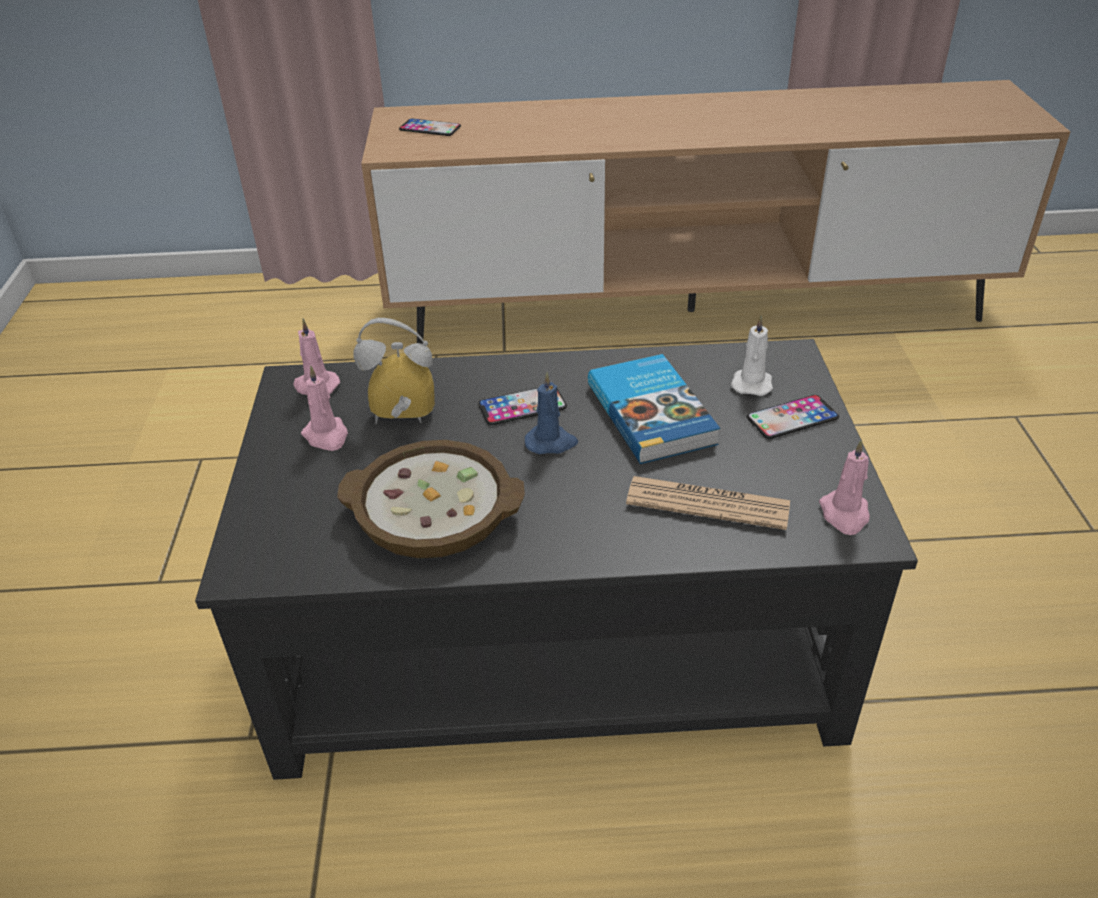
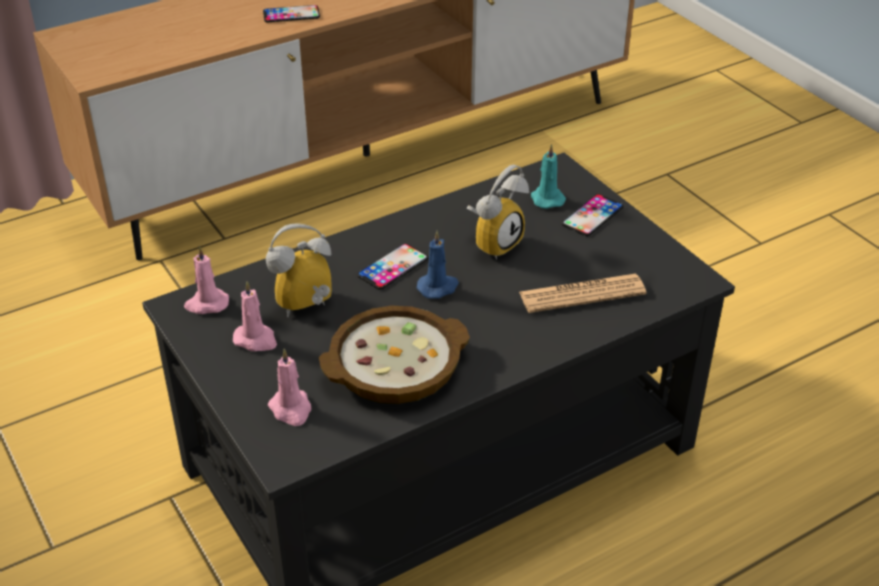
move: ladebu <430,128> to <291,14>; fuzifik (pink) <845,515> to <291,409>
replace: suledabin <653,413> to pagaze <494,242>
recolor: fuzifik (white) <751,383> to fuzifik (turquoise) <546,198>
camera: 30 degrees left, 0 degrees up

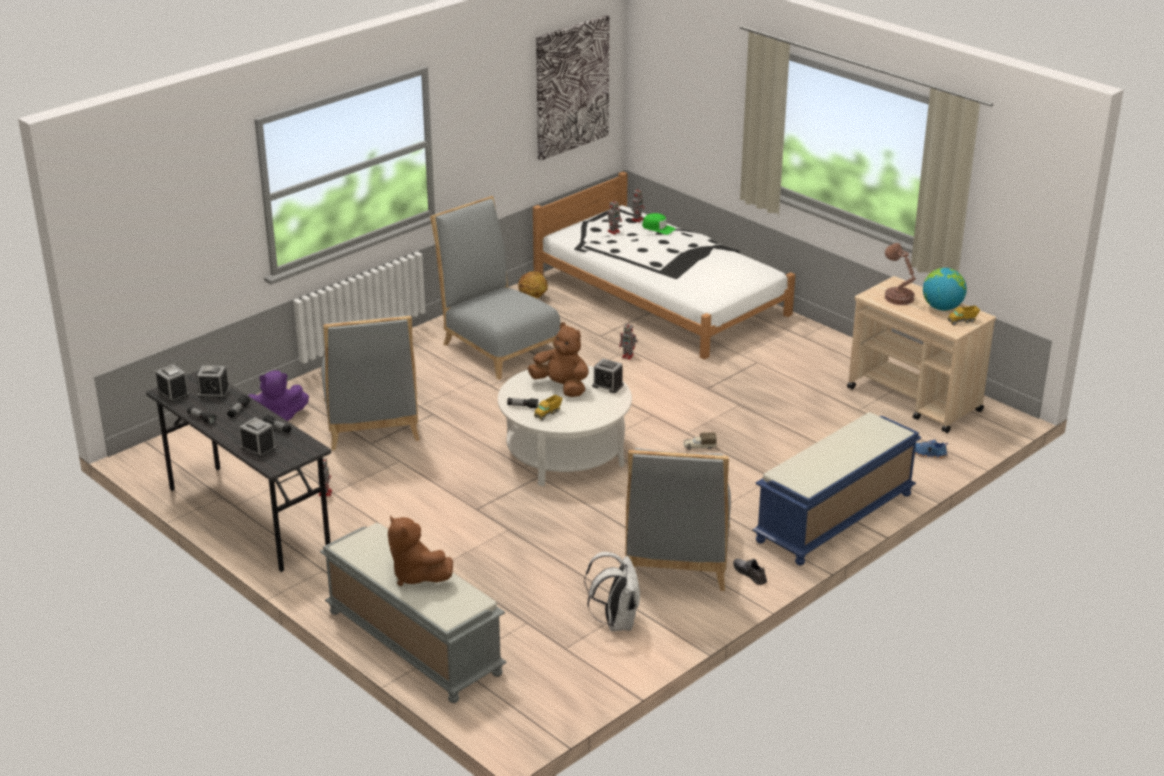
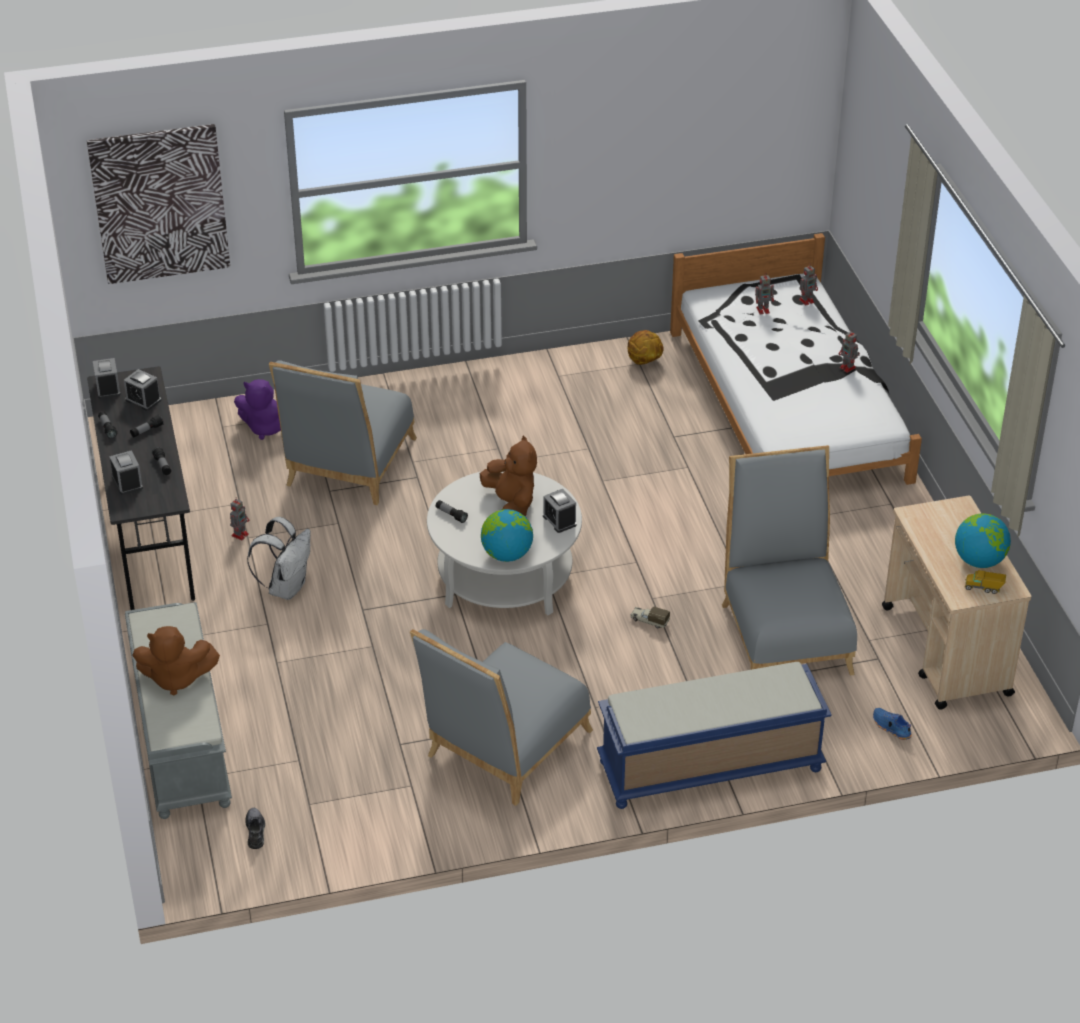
delete: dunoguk <548,414>; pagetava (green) <658,228>; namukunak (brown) <897,297>
insert: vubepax <507,554>
move: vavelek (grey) <497,345> to <784,631>; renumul <571,87> to <160,203>; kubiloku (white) <616,622> to <286,587>; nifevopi <628,356> to <848,368>; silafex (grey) <750,574> to <255,831>
rotate: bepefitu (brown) <416,575> = <176,678> 75 degrees counterclockwise
camera: 30 degrees right, 10 degrees up

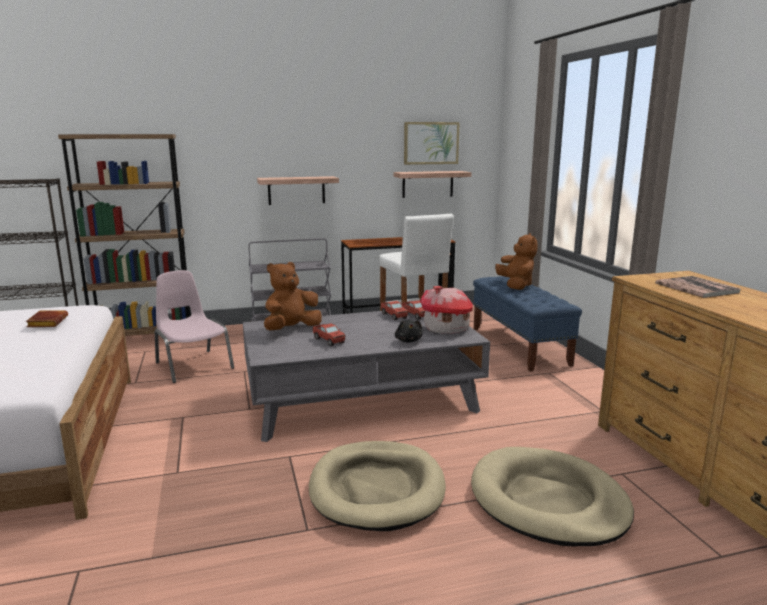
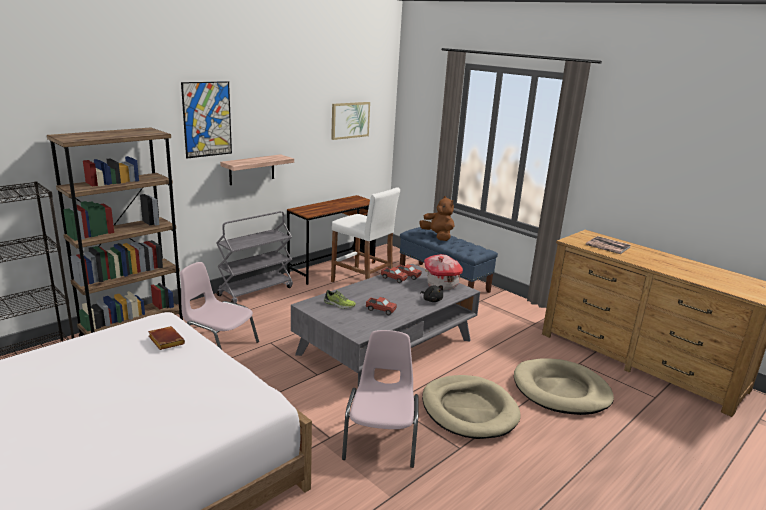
delete: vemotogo <427,184>
insert: renumul <207,119>; vavelek (pink) <381,439>
replace: bepefitu (brown) <291,329> to silafex <339,304>
camera: 30 degrees left, 5 degrees up

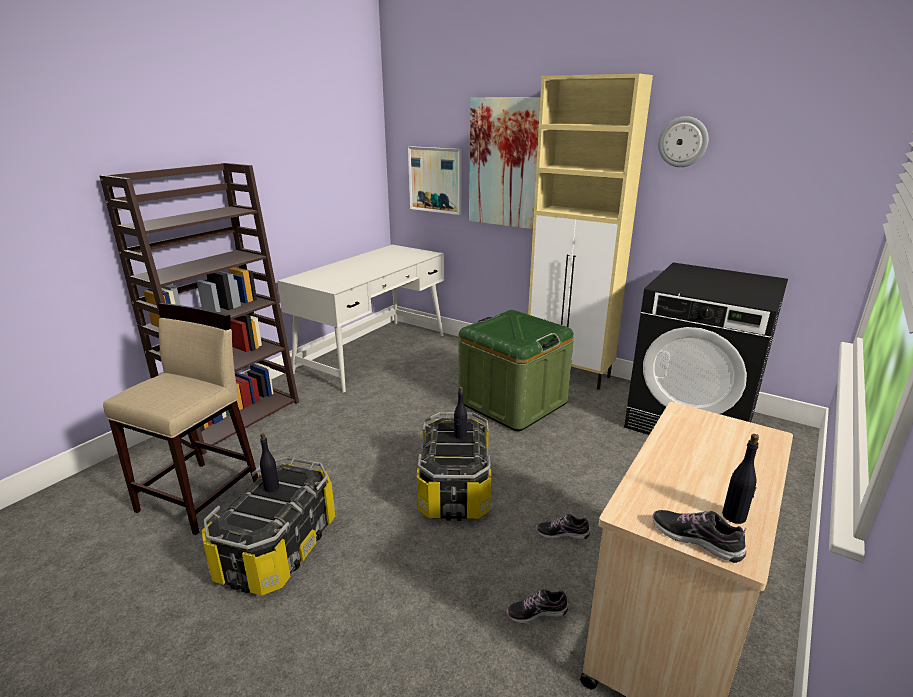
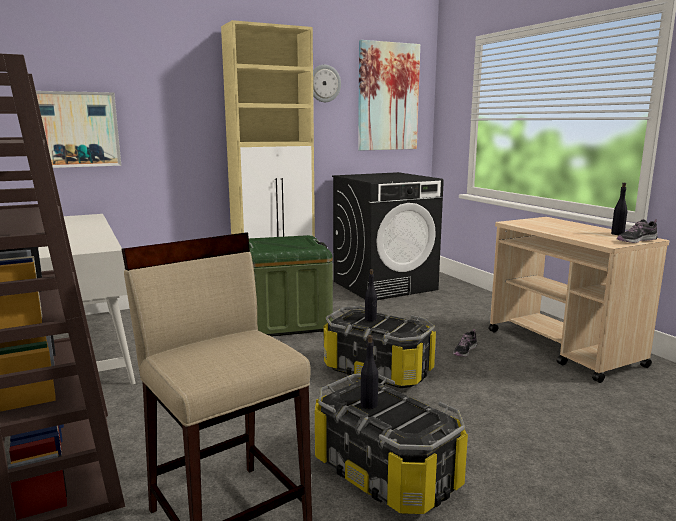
delete: silafex <536,612>
move: renumul <505,163> to <388,97>
camera: 60 degrees left, 10 degrees down

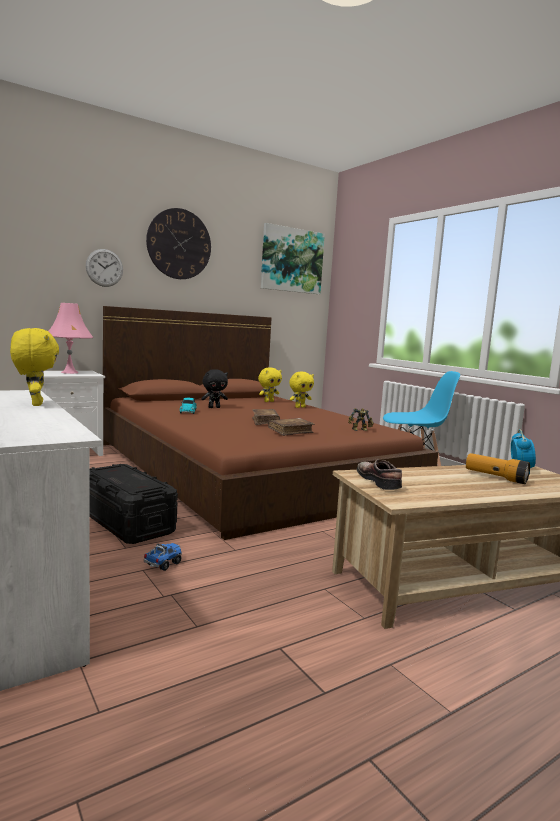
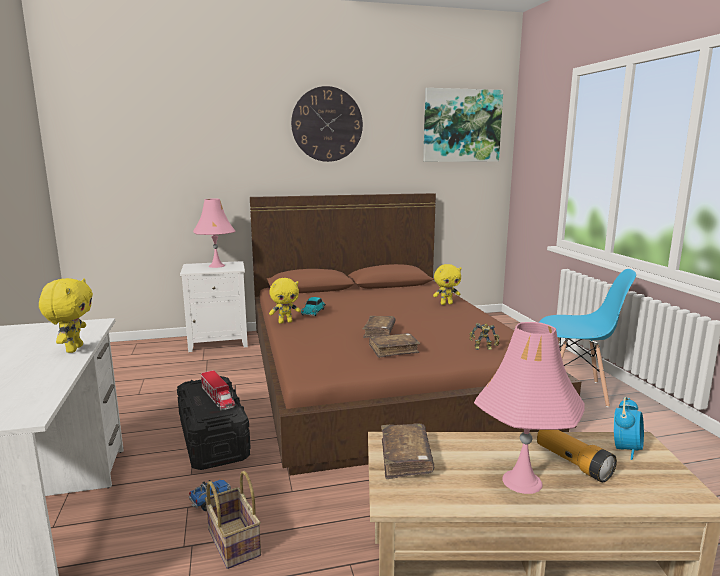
delete: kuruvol <104,268>; bepefitu (black) <214,407>
insert: dunoguk <218,398>; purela <232,542>; namukunak (pink) <521,481>
move: bepefitu (yellow) <268,401> to <285,322>
replace: silafex <380,481> to suledabin (brown) <405,458>
camera: 20 degrees right, 5 degrees up

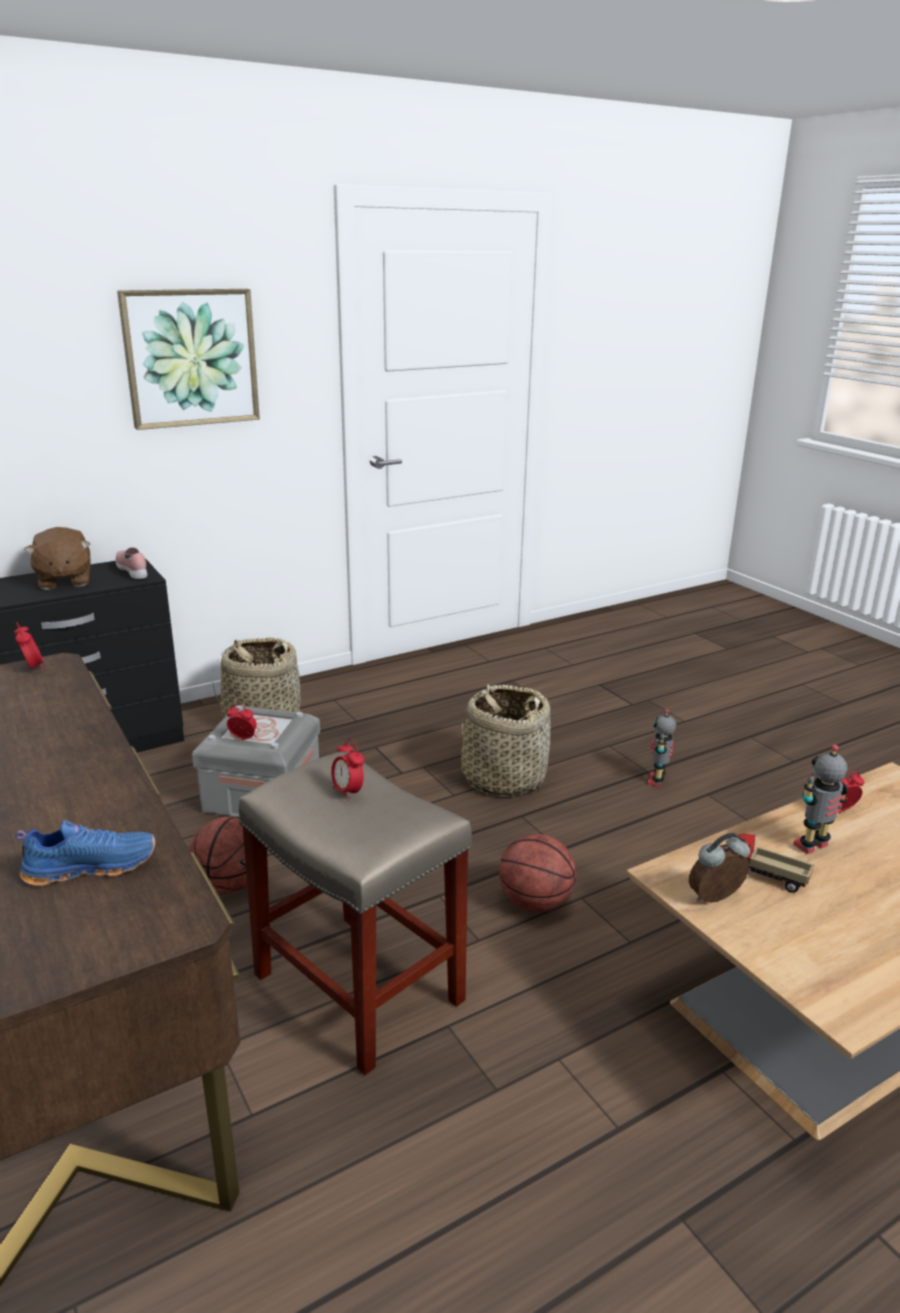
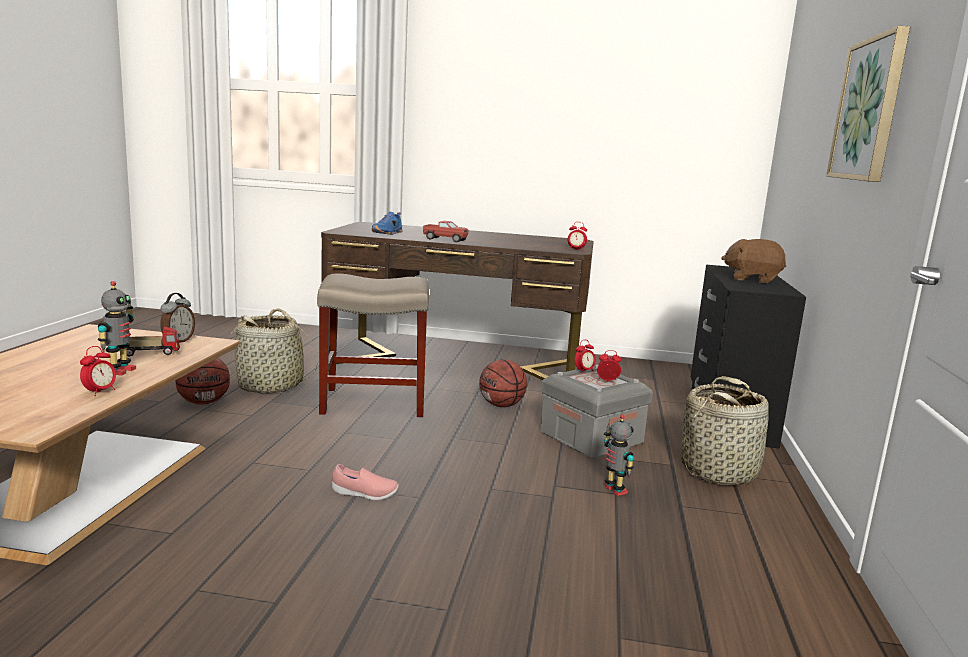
insert: dunoguk <445,240>
move: silafex (pink) <133,572> to <364,494>; pagaze <348,792> to <607,381>; purela <503,777> to <271,385>; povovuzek <535,903> to <204,402>; nifevopi <657,781> to <614,490>
camera: 130 degrees right, 10 degrees down

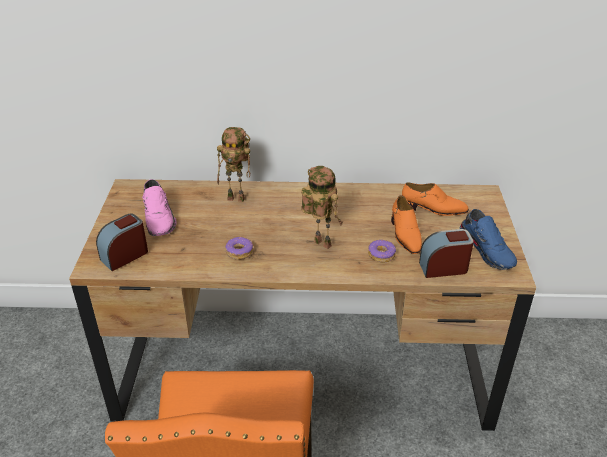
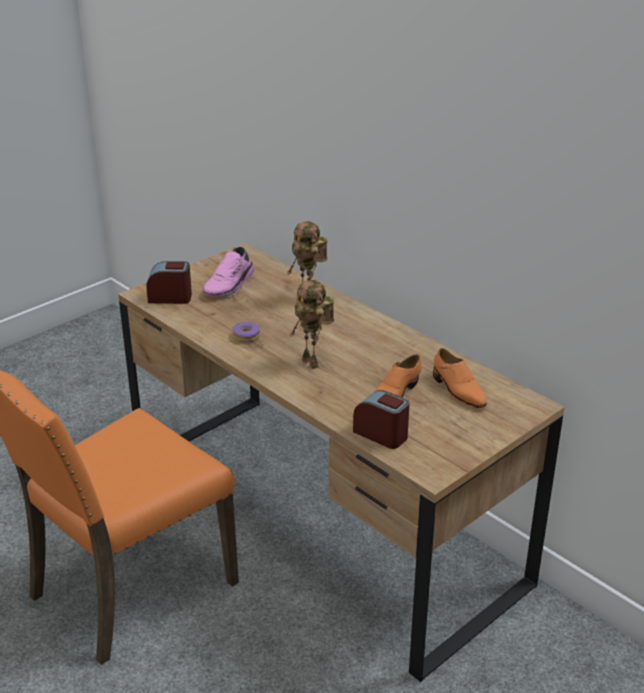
delete: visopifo <381,255>; silafex (blue) <488,249>
rotate: nifevopi <320,244> = <313,363> 150 degrees clockwise
camera: 45 degrees right, 5 degrees down

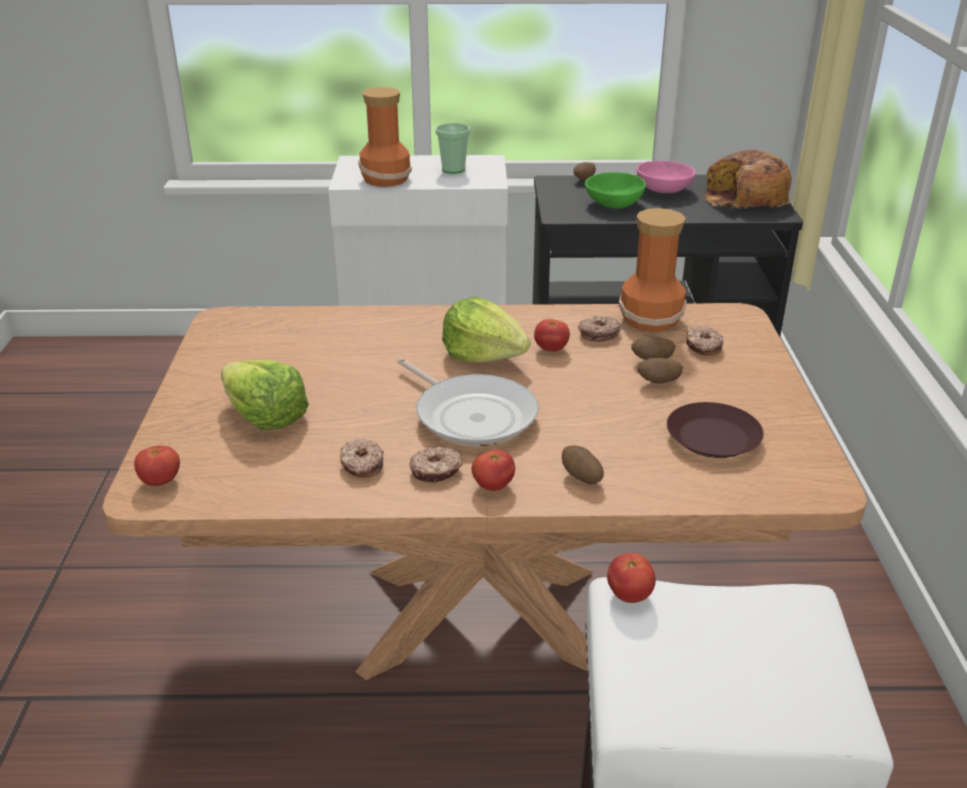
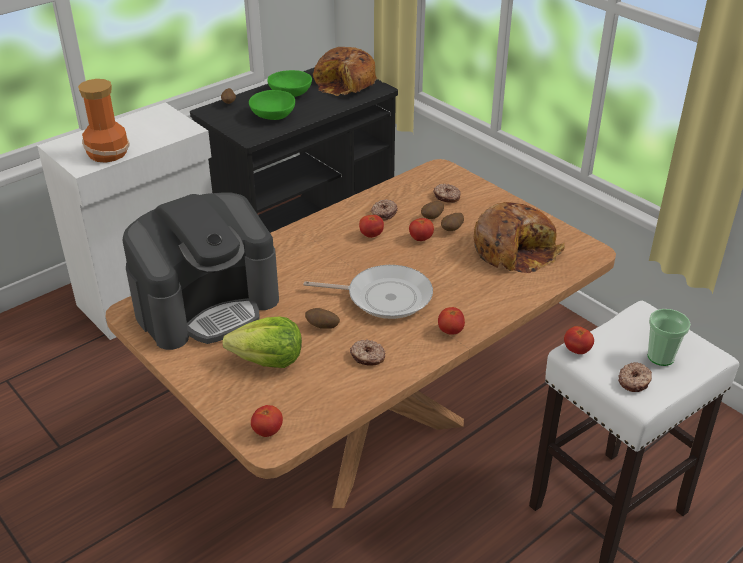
delete: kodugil <483,354>; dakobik <651,318>
insert: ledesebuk <207,305>; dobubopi <421,239>
move: visopifo <436,471> to <634,381>; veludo <453,169> to <660,357>; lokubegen <581,478> to <322,327>
replace: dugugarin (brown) <712,437> to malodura <515,249>
recolor: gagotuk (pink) <664,190> to gagotuk (green) <291,93>
camera: 40 degrees left, 5 degrees up

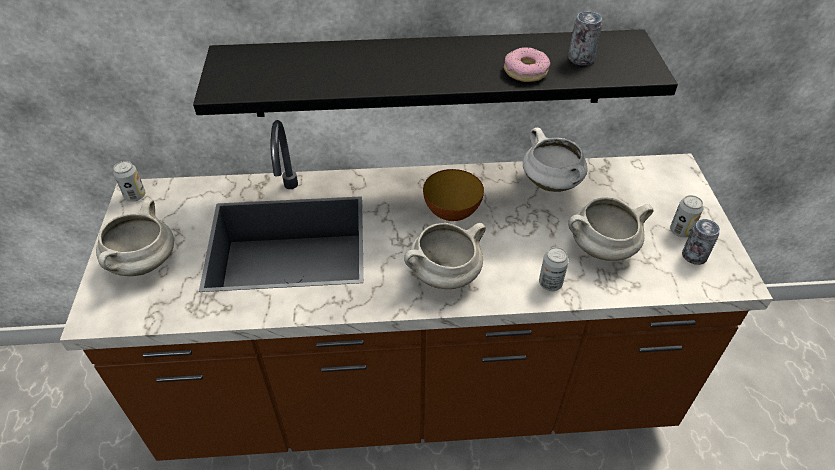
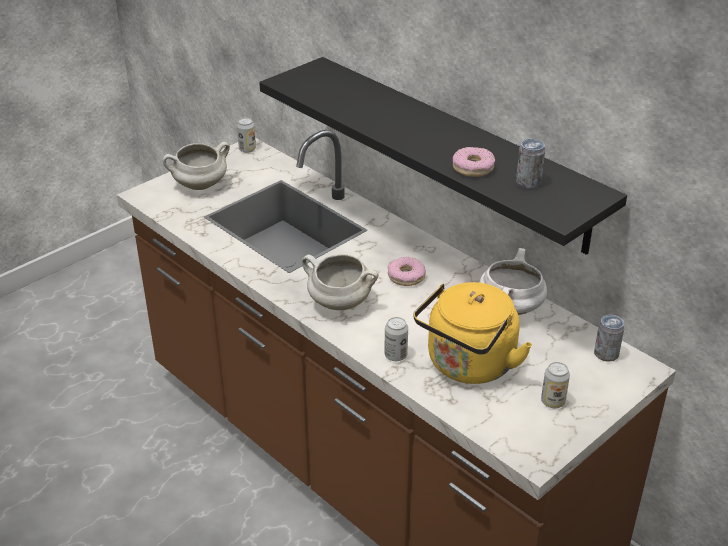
move: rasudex <694,256> to <606,354>
replace: gagotuk <452,213> to visopifo <406,276>; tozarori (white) <601,249> to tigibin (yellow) <468,366>
camera: 50 degrees right, 10 degrees down

